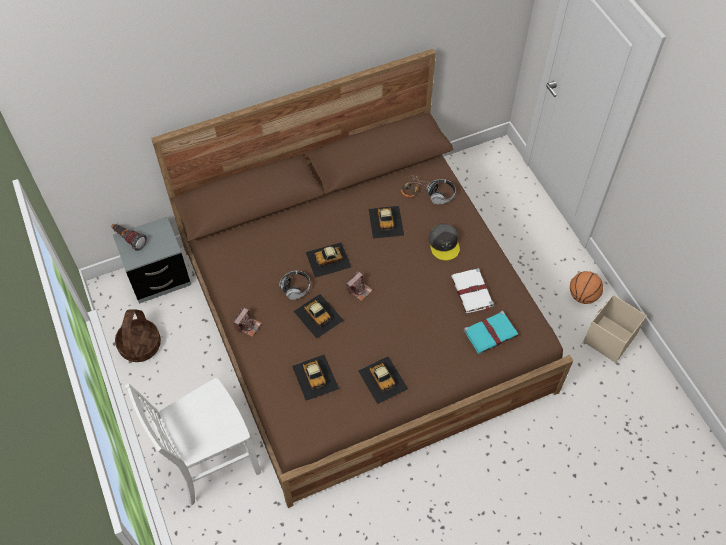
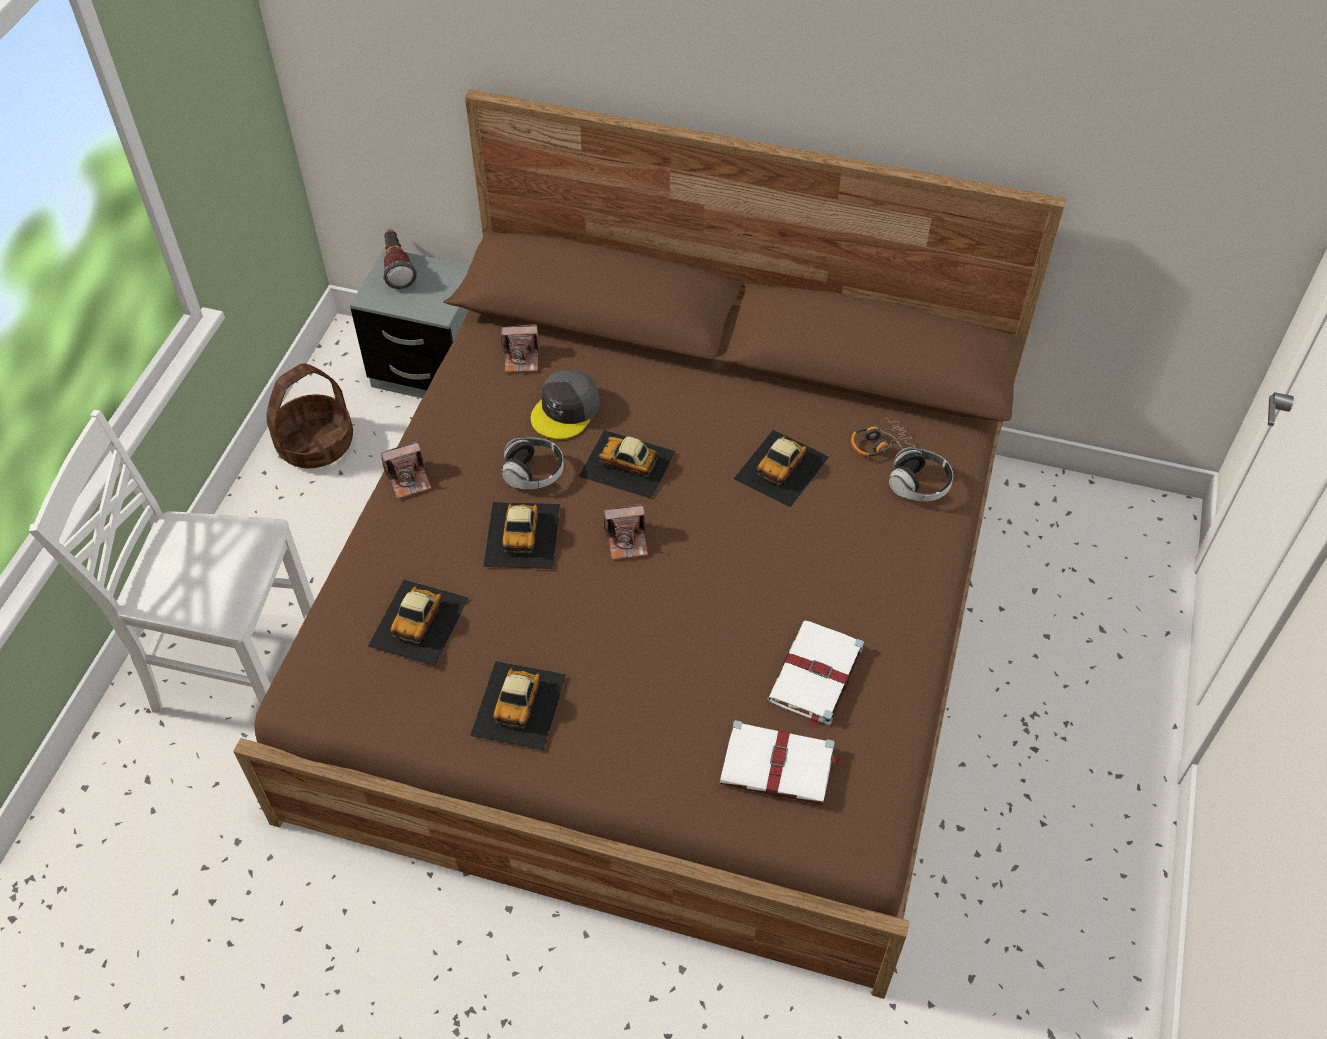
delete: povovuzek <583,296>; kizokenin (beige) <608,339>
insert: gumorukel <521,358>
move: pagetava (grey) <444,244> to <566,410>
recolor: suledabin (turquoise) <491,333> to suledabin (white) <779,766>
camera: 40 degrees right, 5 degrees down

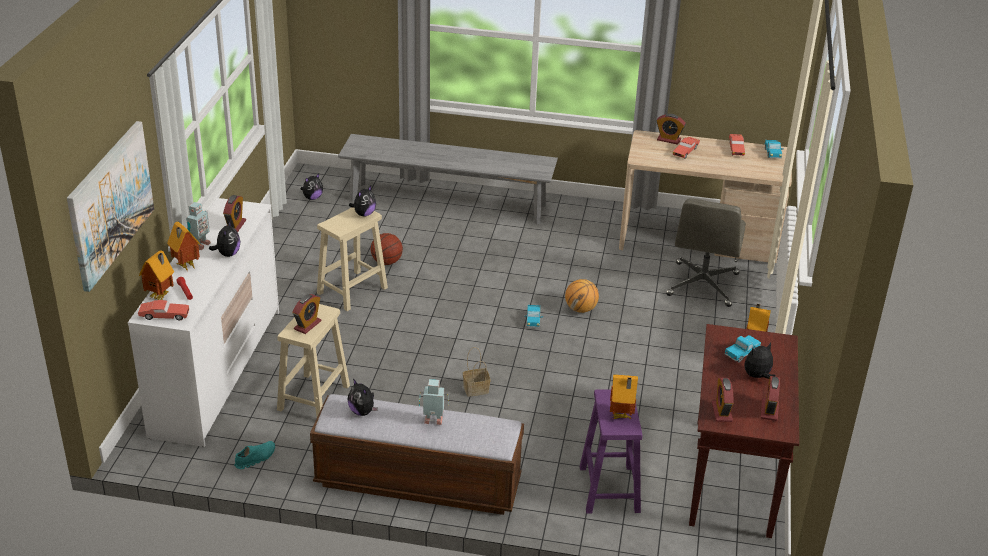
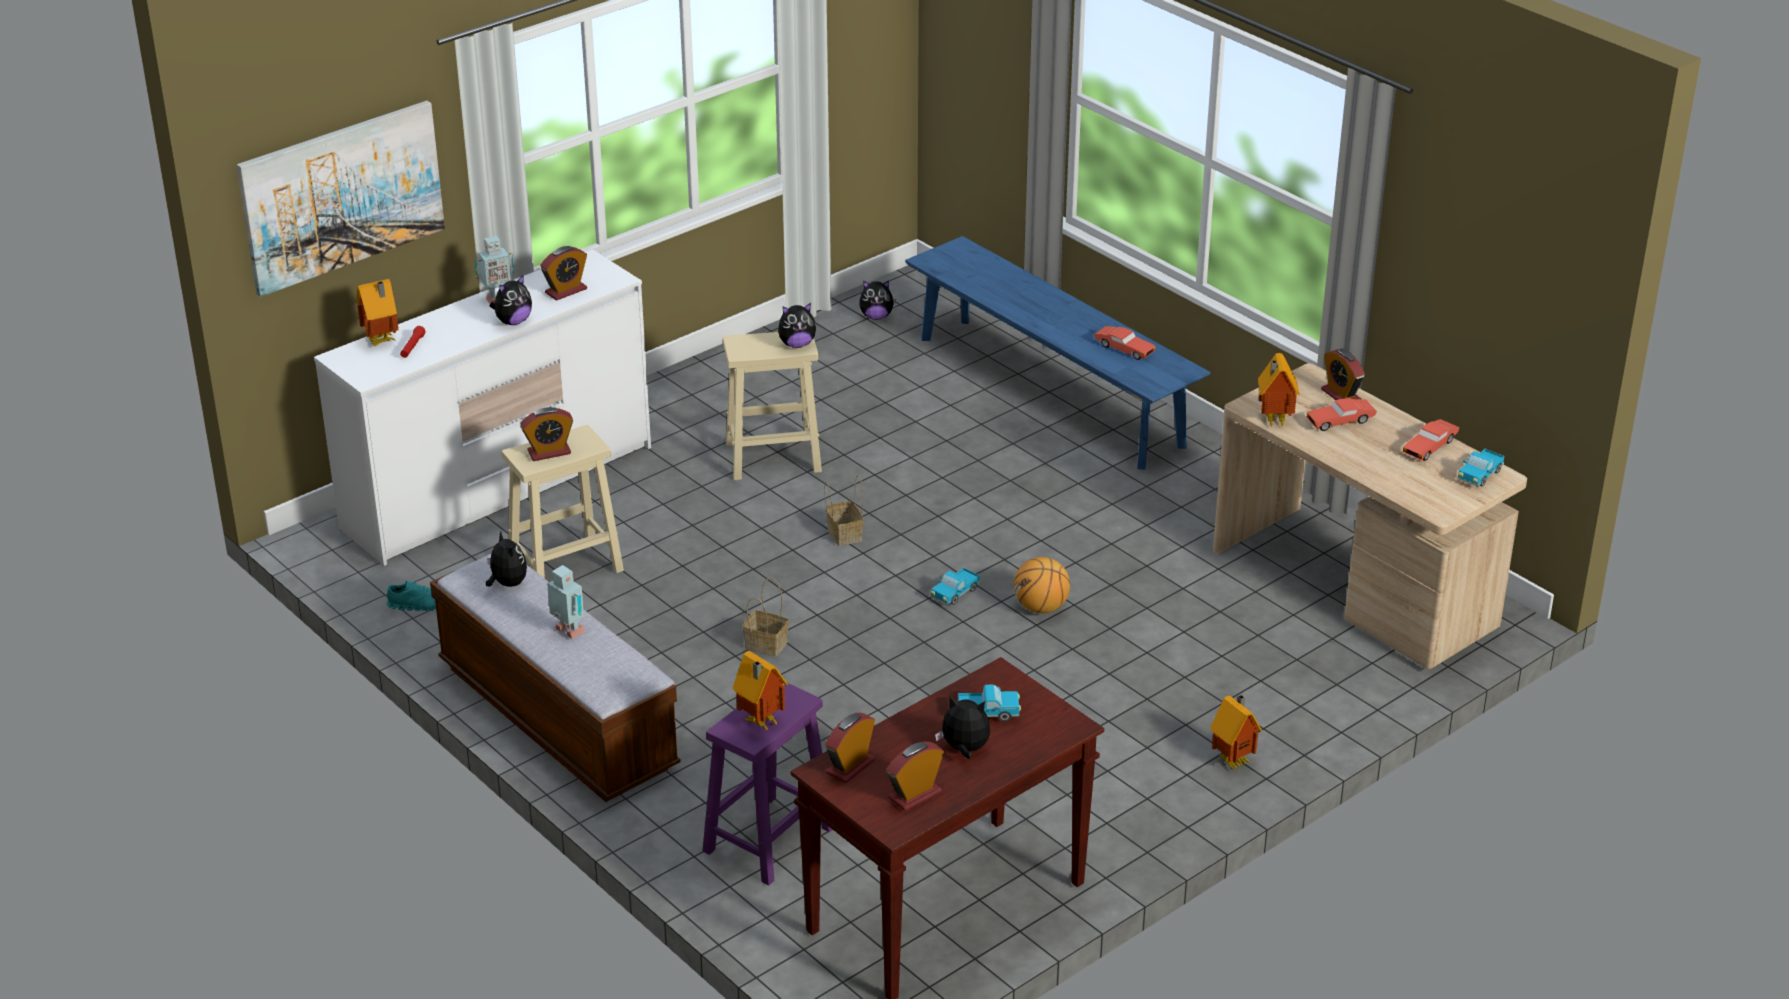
delete: povovuzek <386,262>; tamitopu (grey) <702,285>
insert: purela <843,534>
move: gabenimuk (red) <164,316> to <1124,349>; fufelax <185,266> to <1273,420>
recolor: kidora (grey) <447,203> to kidora (blue) <1050,391>
rotate: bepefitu <362,411> = <507,583> 150 degrees clockwise
camera: 40 degrees right, 0 degrees up

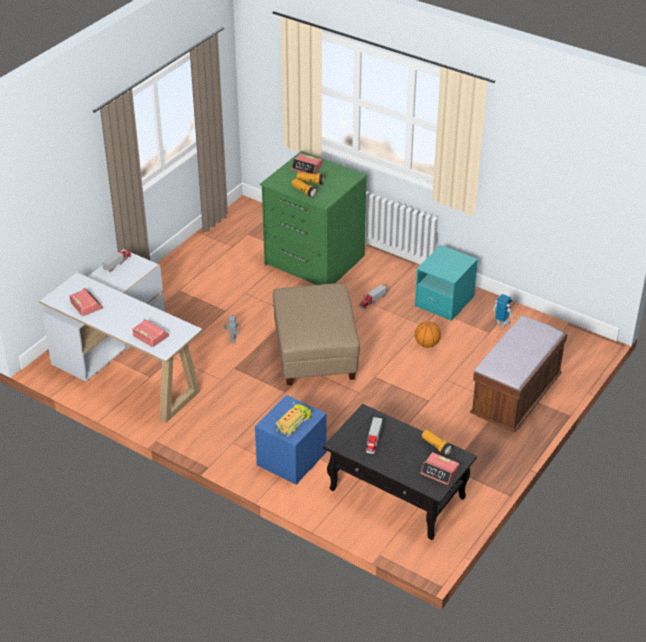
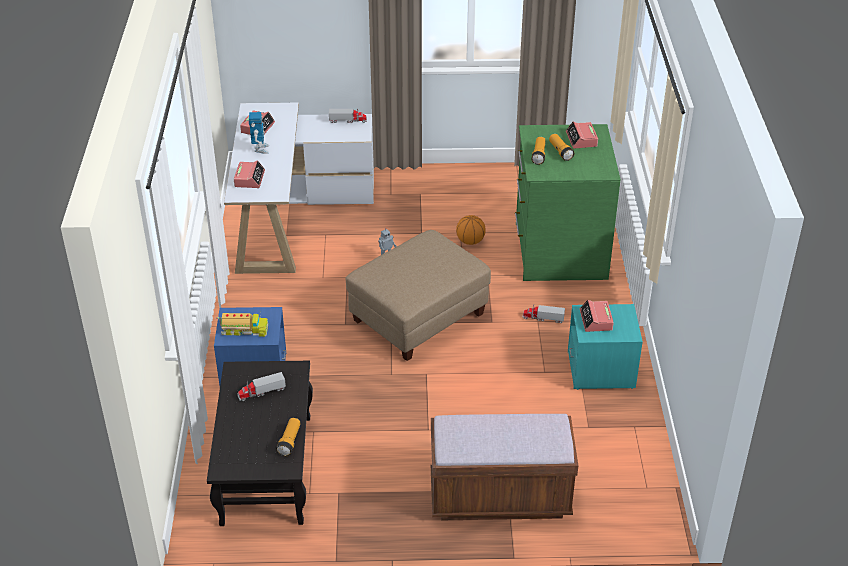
move: povovuzek <427,344> to <470,241>; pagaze <440,472> to <596,320>; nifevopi <501,323> to <260,149>
camera: 55 degrees right, 0 degrees up

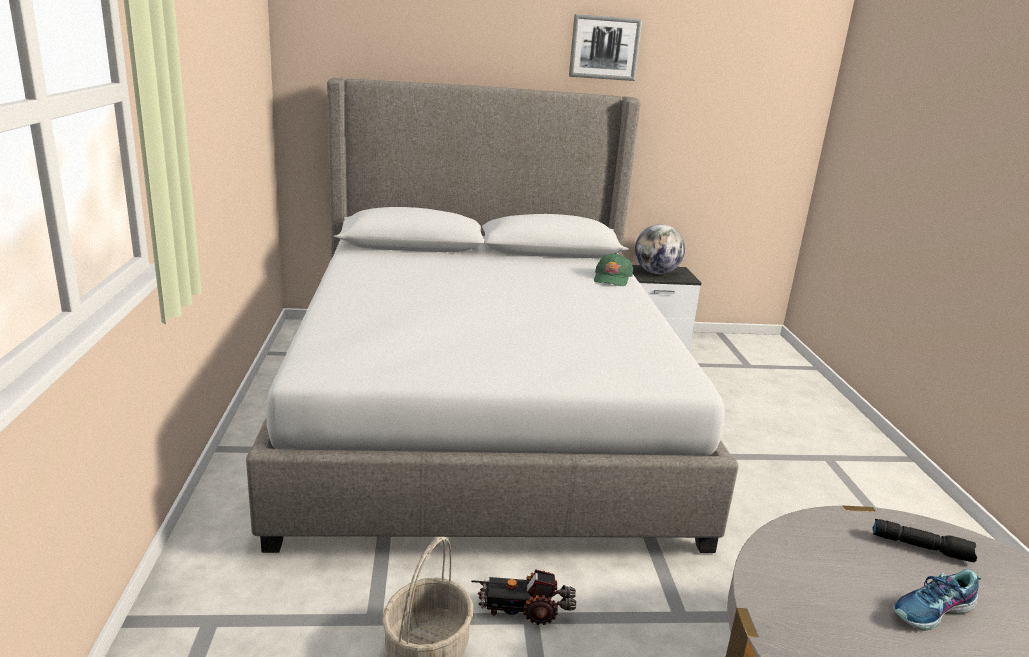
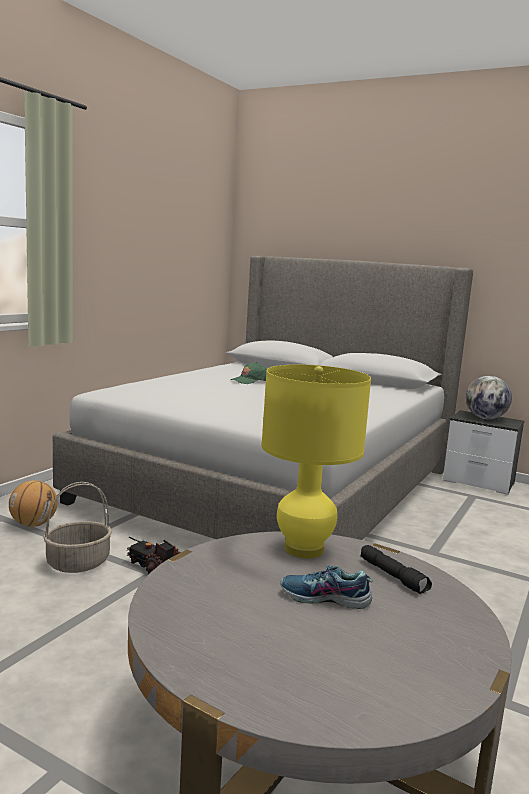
delete: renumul <604,47>
insert: povovuzek <33,524>; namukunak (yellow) <303,549>
move: pagetava (green) <612,278> to <250,381>
camera: 35 degrees right, 10 degrees down

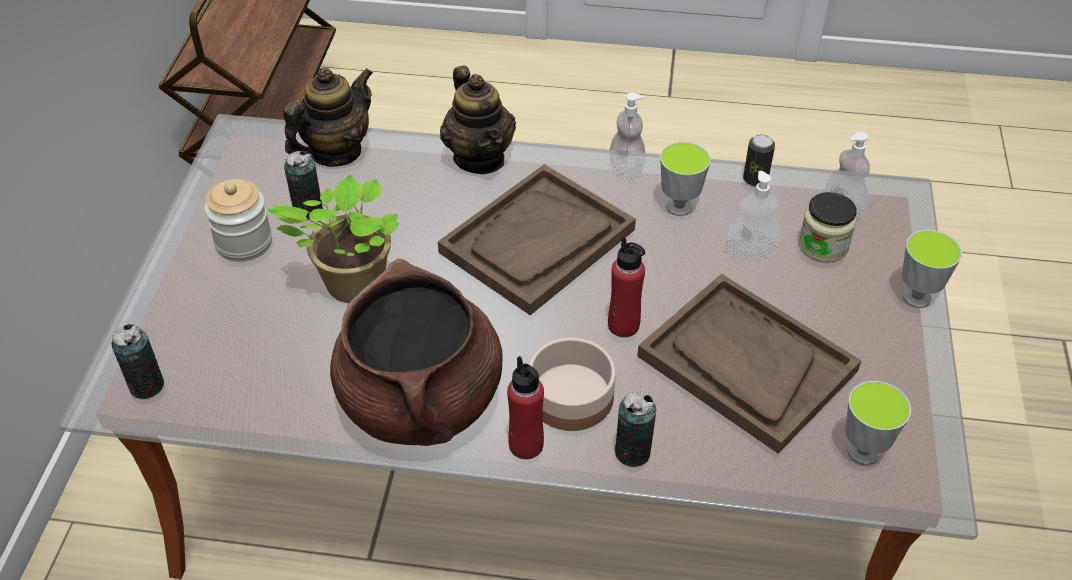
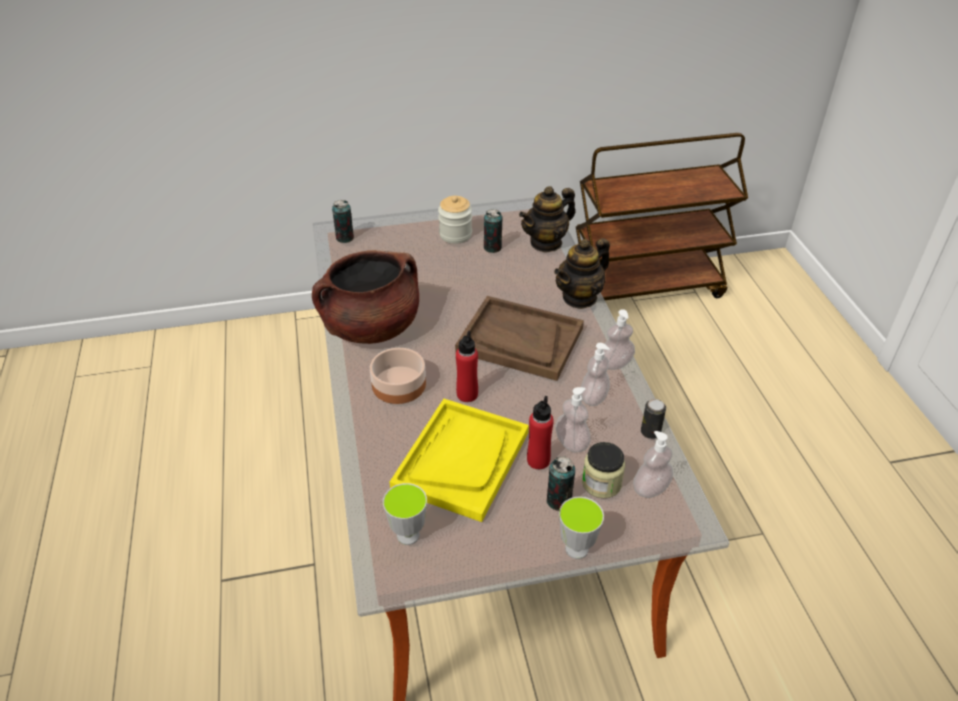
delete: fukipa <351,286>
move: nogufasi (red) <526,445> to <538,460>; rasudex <632,452> to <559,501>
replace: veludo <679,207> to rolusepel <593,397>
recolor: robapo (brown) <746,363> to robapo (yellow) <461,460>
rotate: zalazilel <336,152> = <546,243> 120 degrees clockwise
camera: 70 degrees right, 5 degrees down

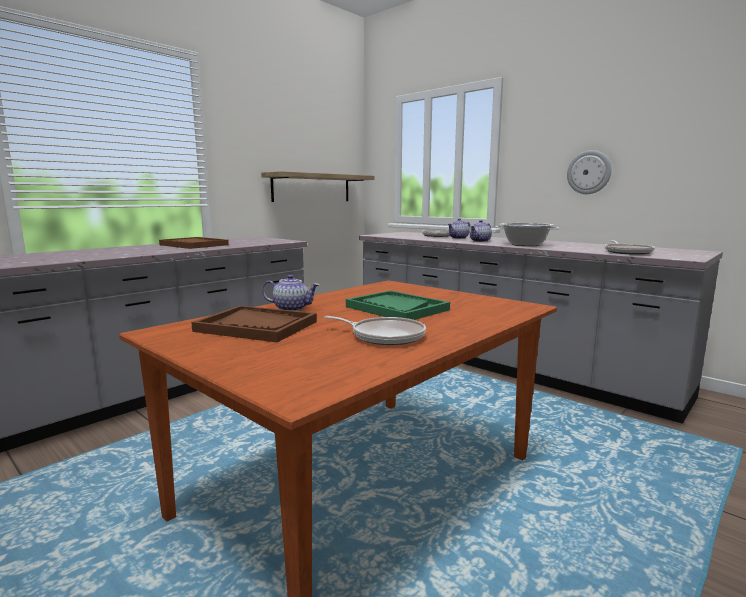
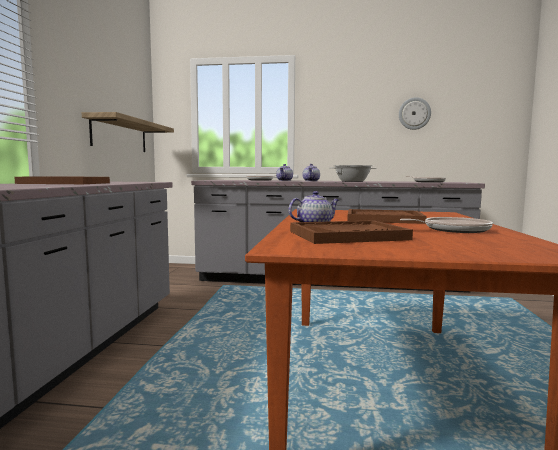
move: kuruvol <589,172> to <414,113>
recolor: robapo (green) <396,308> to robapo (brown) <383,219>
camera: 35 degrees left, 5 degrees down

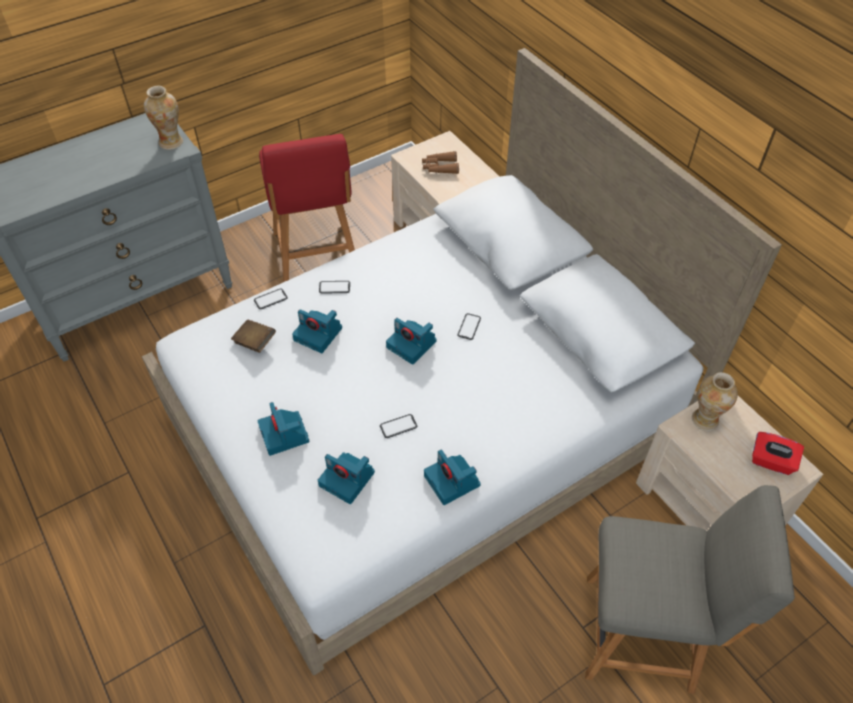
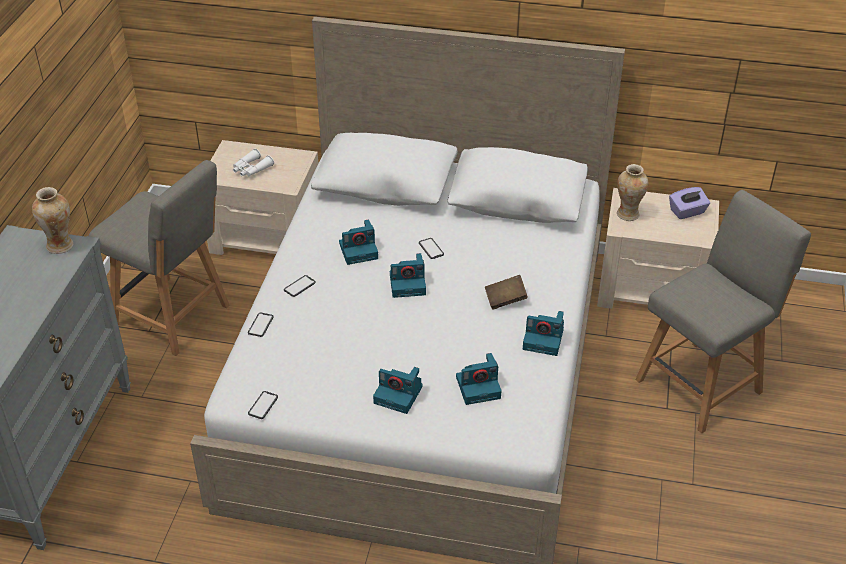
move: suledabin (brown) <255,342> to <505,300>; gumorukel <319,334> to <359,250>; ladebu <398,426> to <263,405>
recolor: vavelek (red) <316,254> to vavelek (grey) <174,317>; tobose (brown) <440,167> to tobose (white) <251,169>; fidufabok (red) <771,461> to fidufabok (purple) <687,212>
camera: 45 degrees left, 10 degrees down

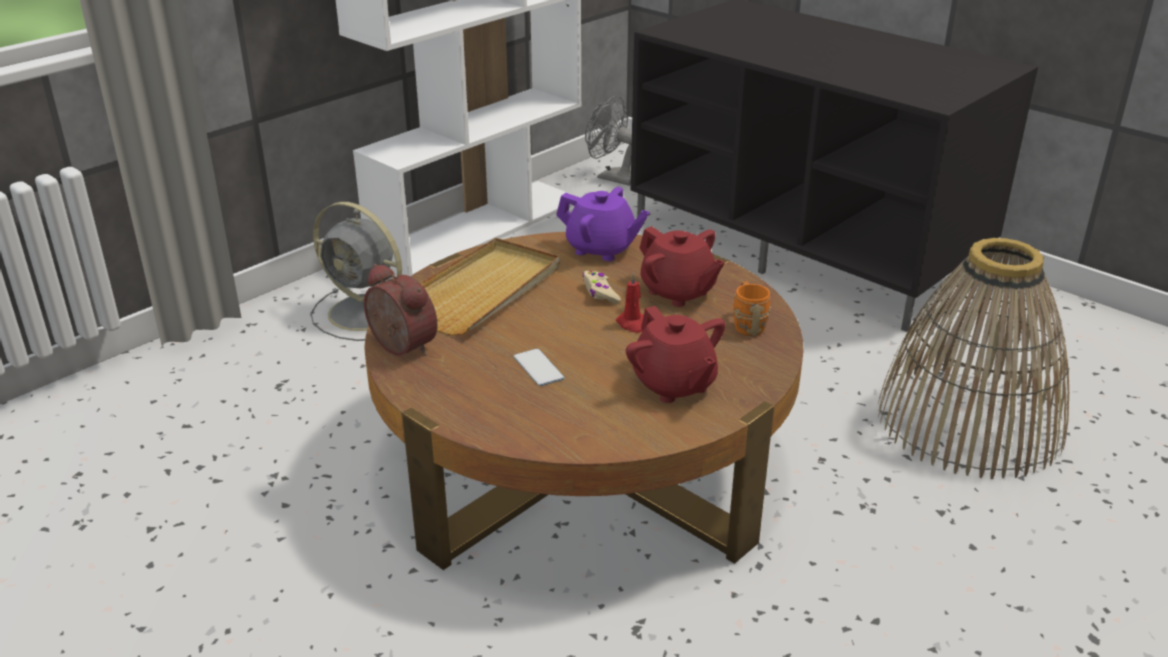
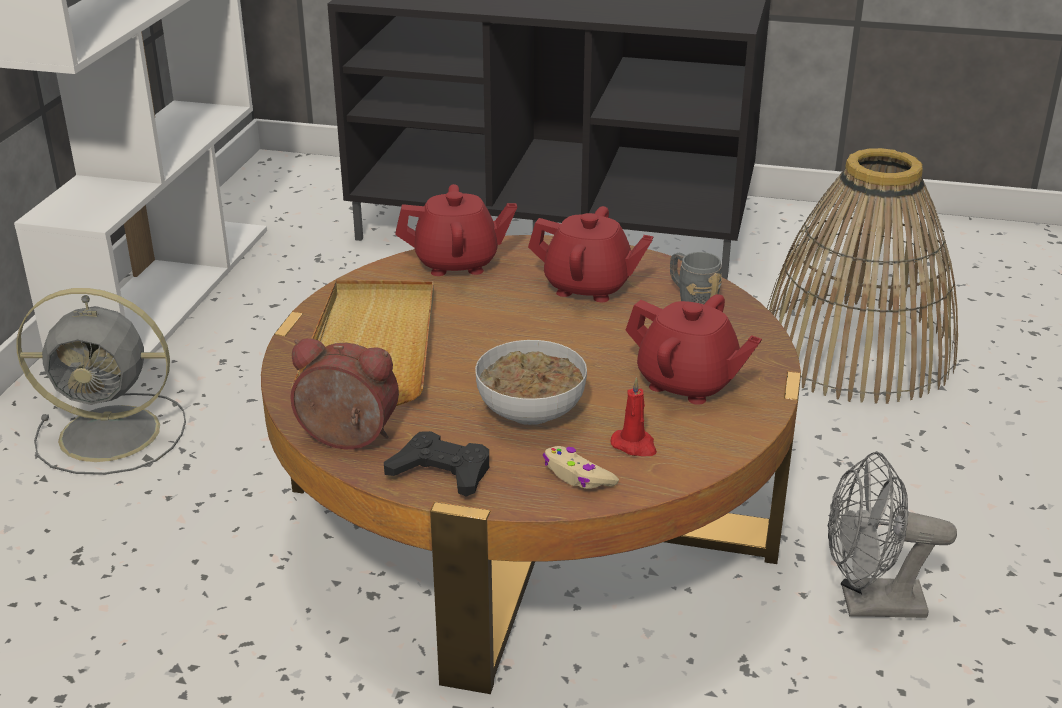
insert: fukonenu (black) <441,472>
move: fukonenu (beige) <600,293> to <577,476>; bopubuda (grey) <612,177> to <869,604>; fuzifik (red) <632,324> to <634,445>
replace: ladebu <538,368> to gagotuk <531,411>
recolor: zalazilel (purple) <601,249> to zalazilel (red) <457,263>; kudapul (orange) <747,324> to kudapul (grey) <692,300>
camera: 30 degrees left, 0 degrees up

